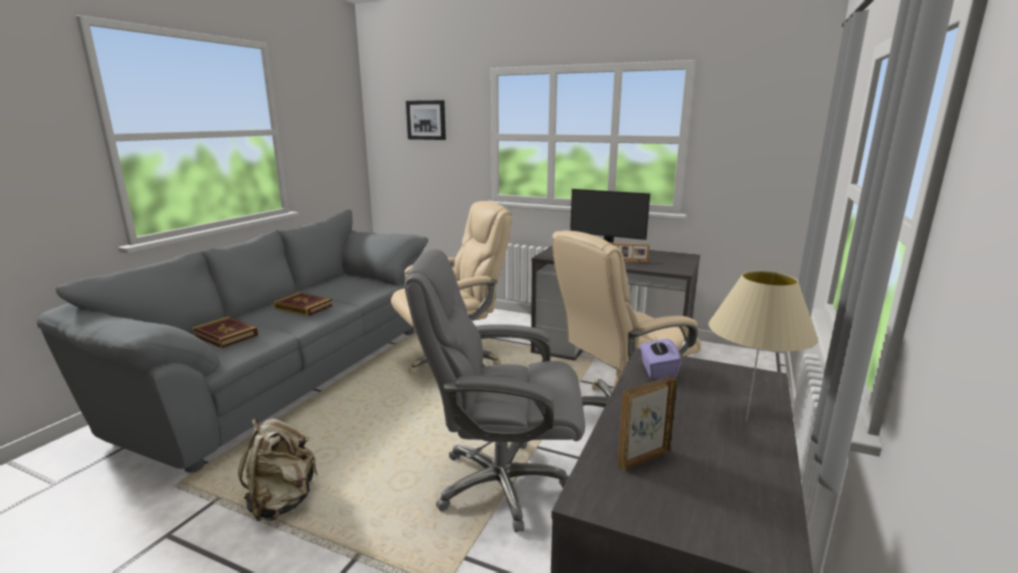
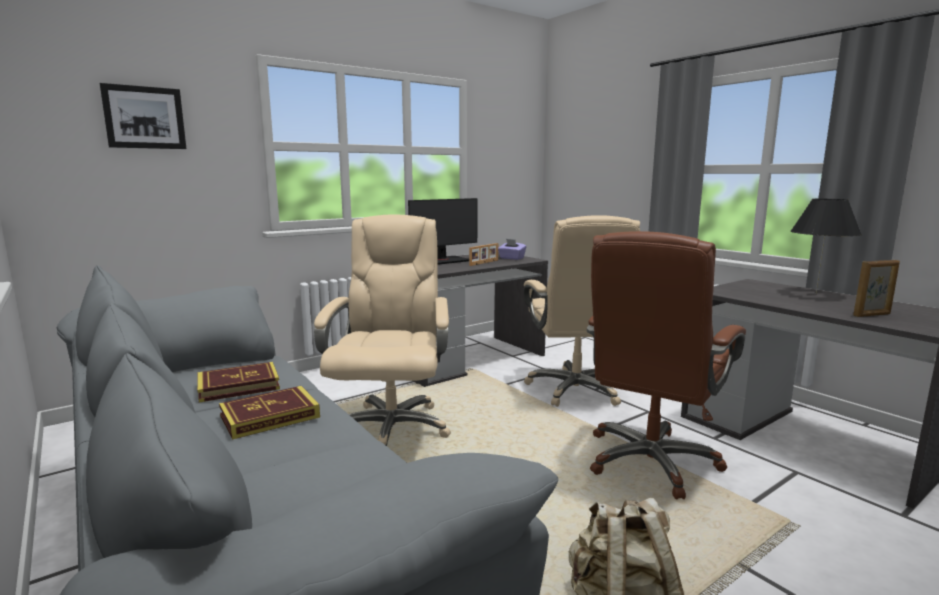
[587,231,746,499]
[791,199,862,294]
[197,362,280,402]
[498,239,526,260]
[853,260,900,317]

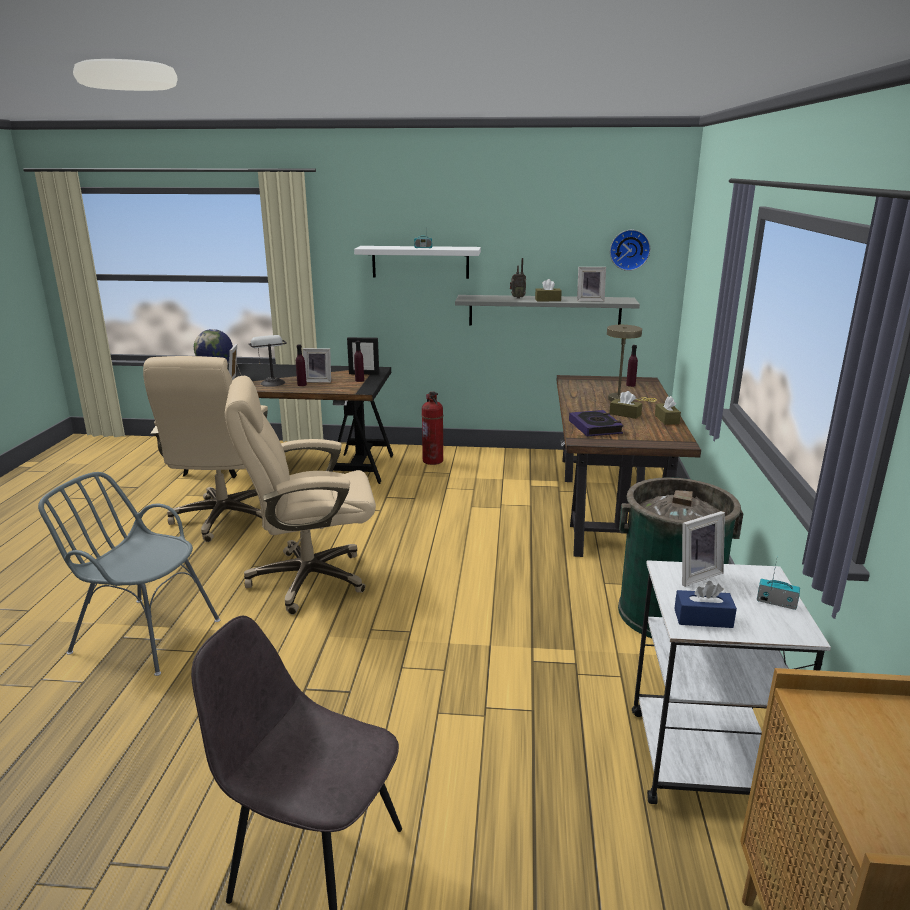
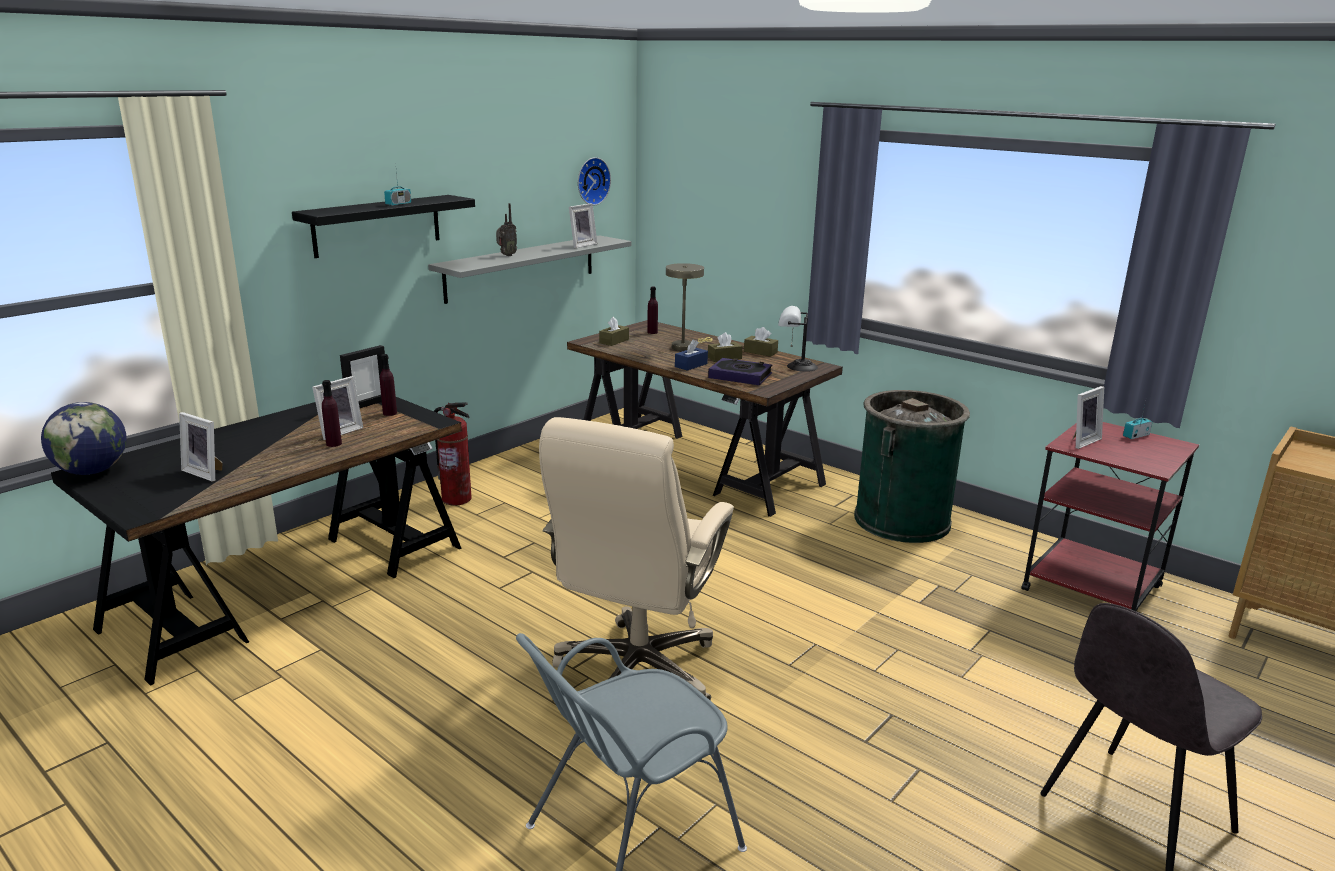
[292,195,475,258]
[599,317,629,346]
[778,306,818,372]
[143,356,268,542] (first image)
[1072,386,1104,449]
[1021,422,1199,611]
[675,340,708,371]

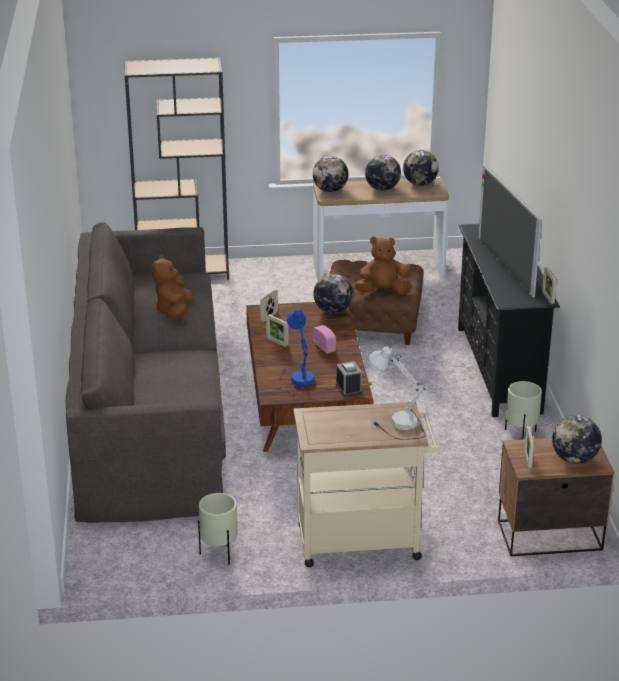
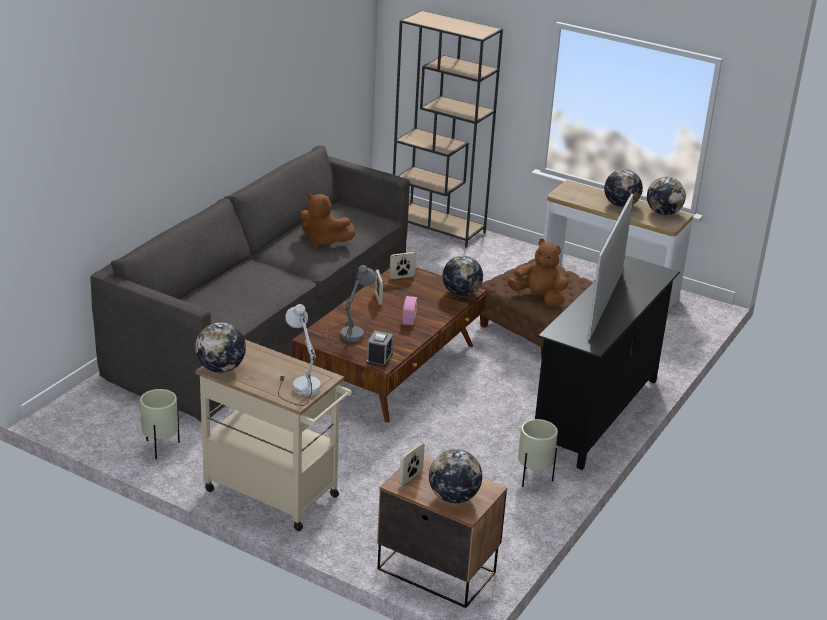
[195,322,246,373]
[300,193,355,248]
[542,267,557,304] (first image)
[325,265,376,344]

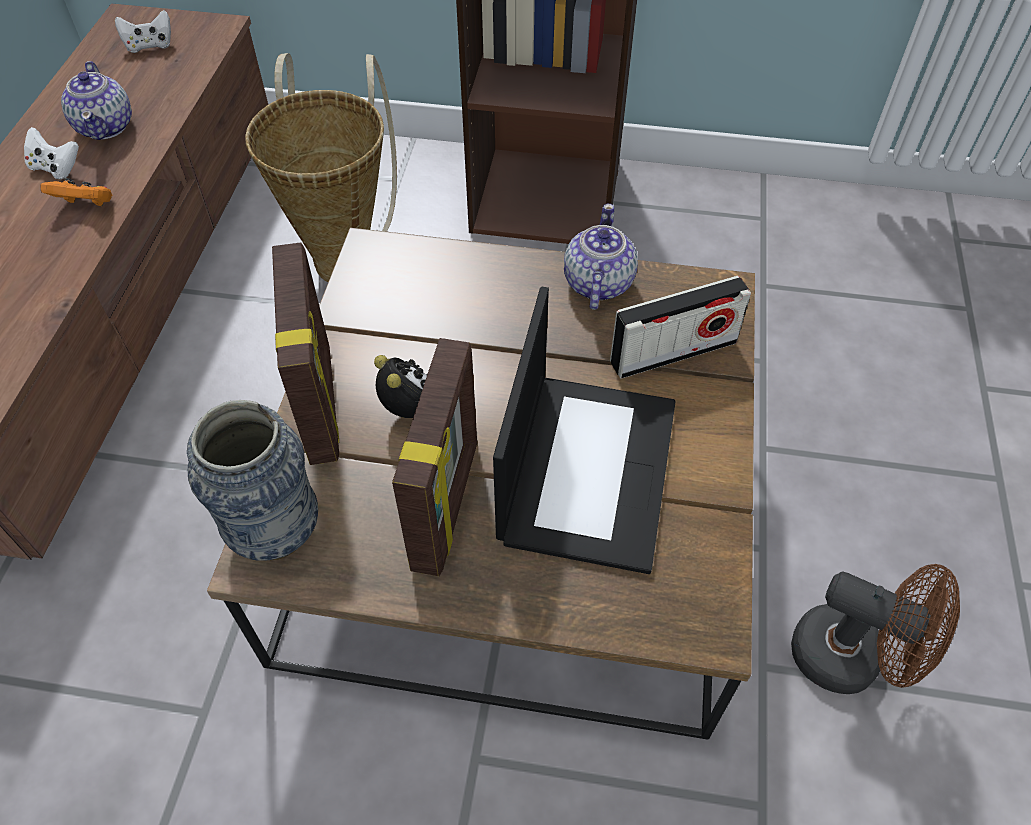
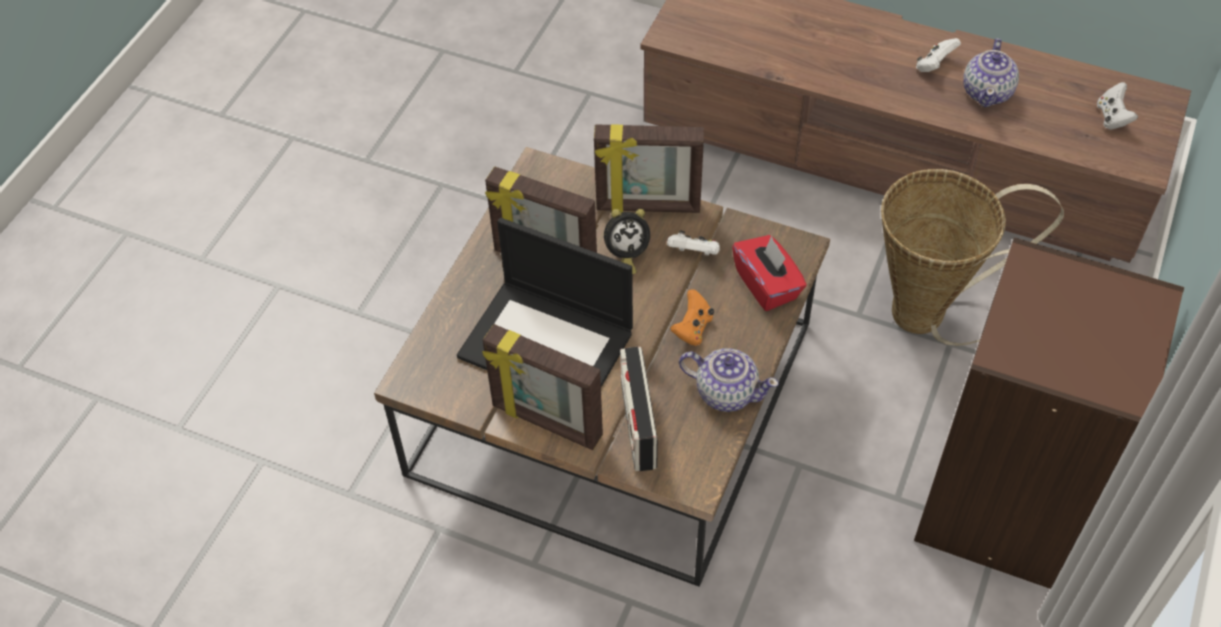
[963,38,1019,107]
[670,289,714,346]
[187,400,318,560] (first image)
[791,564,960,694] (first image)
[667,230,720,256]
[732,235,807,311]
[482,324,603,450]

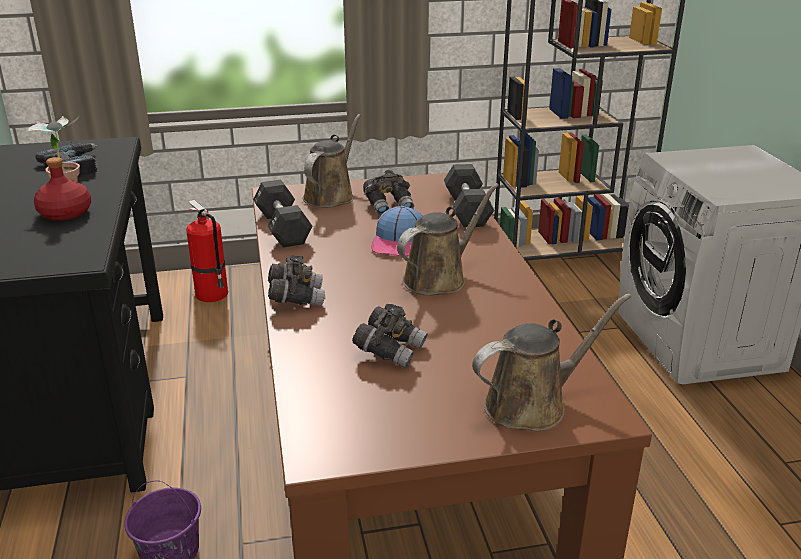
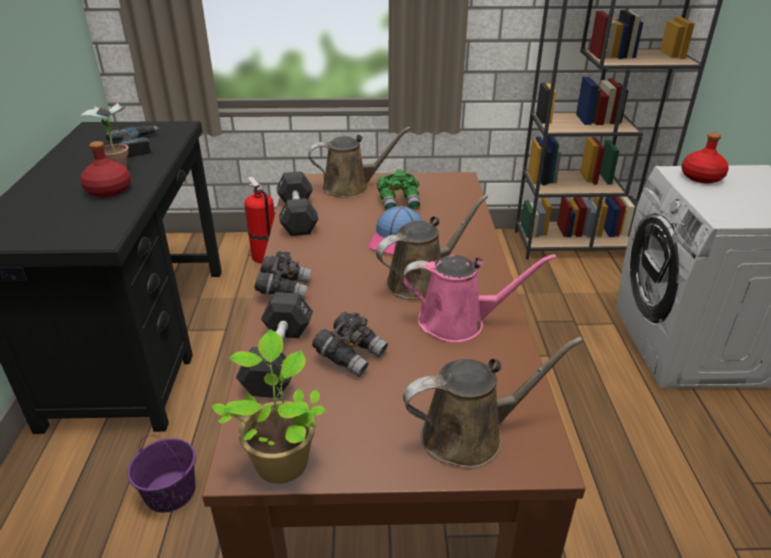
[308,127,411,198]
[236,292,313,398]
[377,169,420,210]
[681,133,729,183]
[403,254,556,343]
[212,329,326,484]

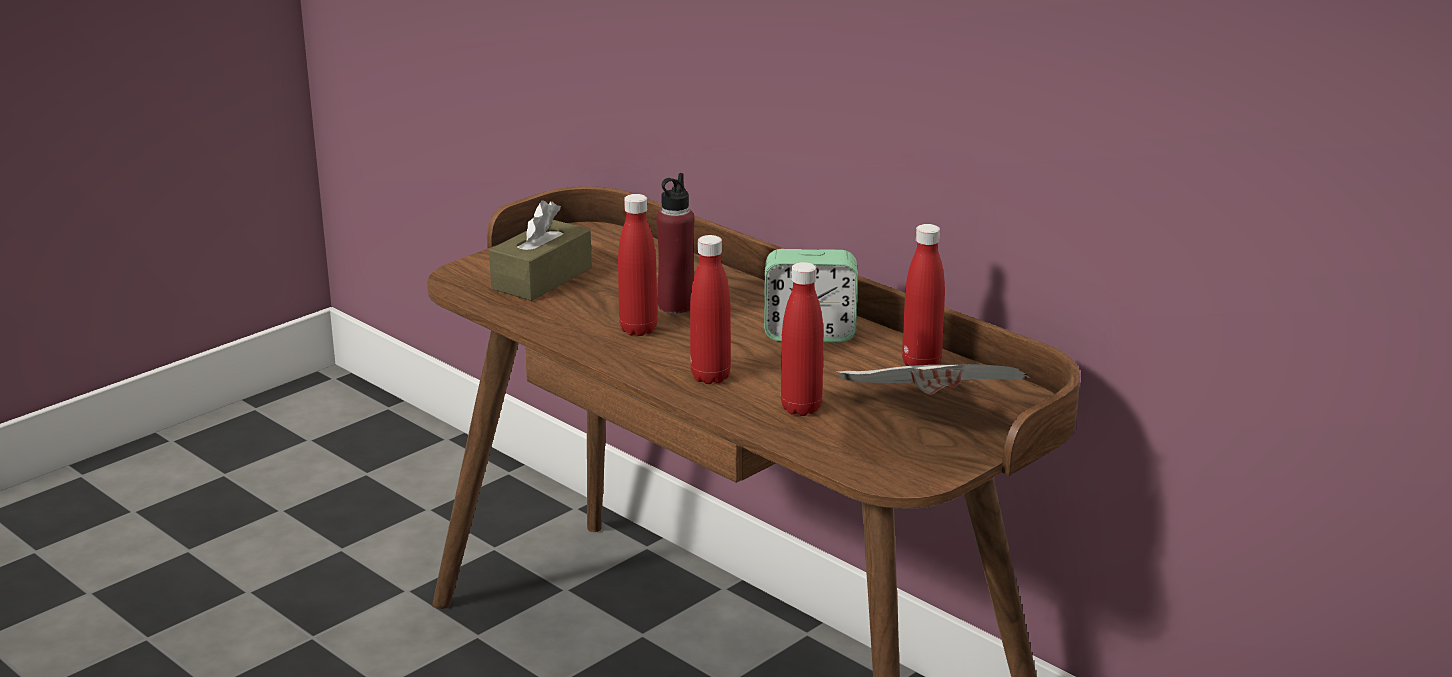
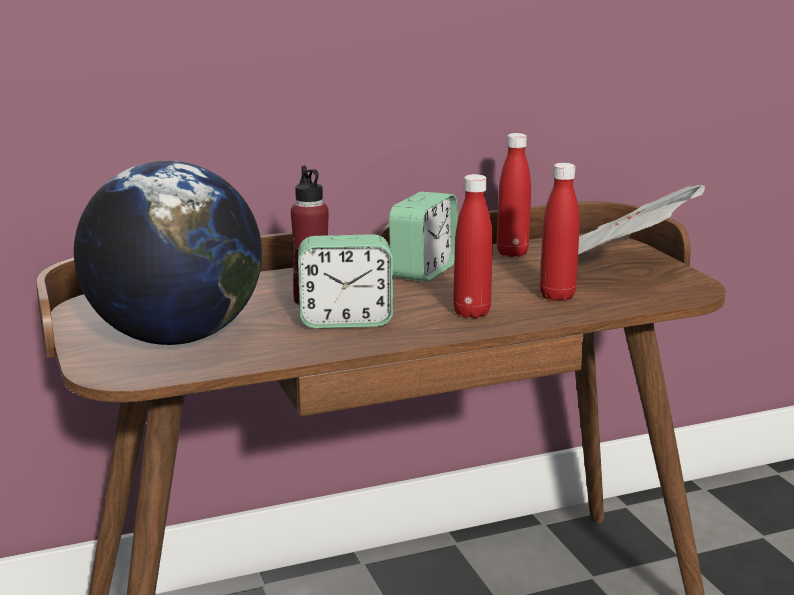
[298,234,393,329]
[74,161,262,345]

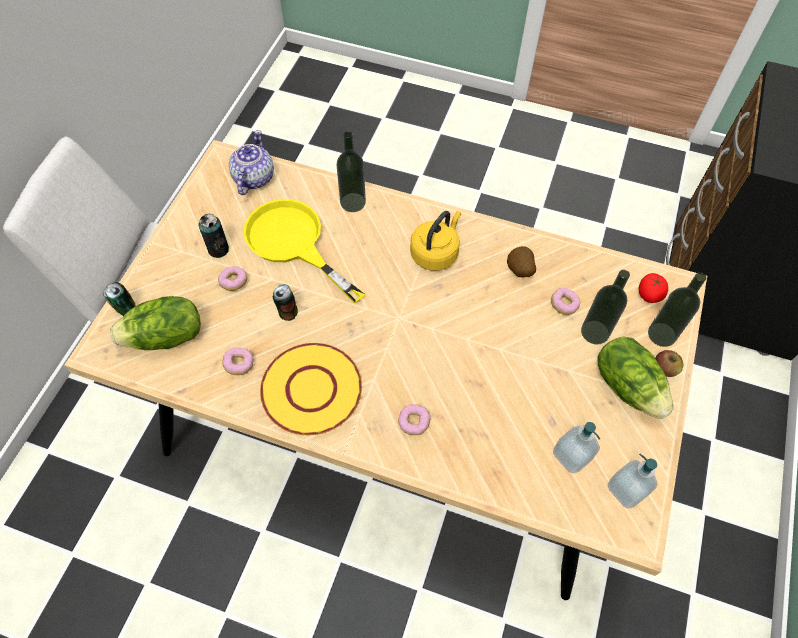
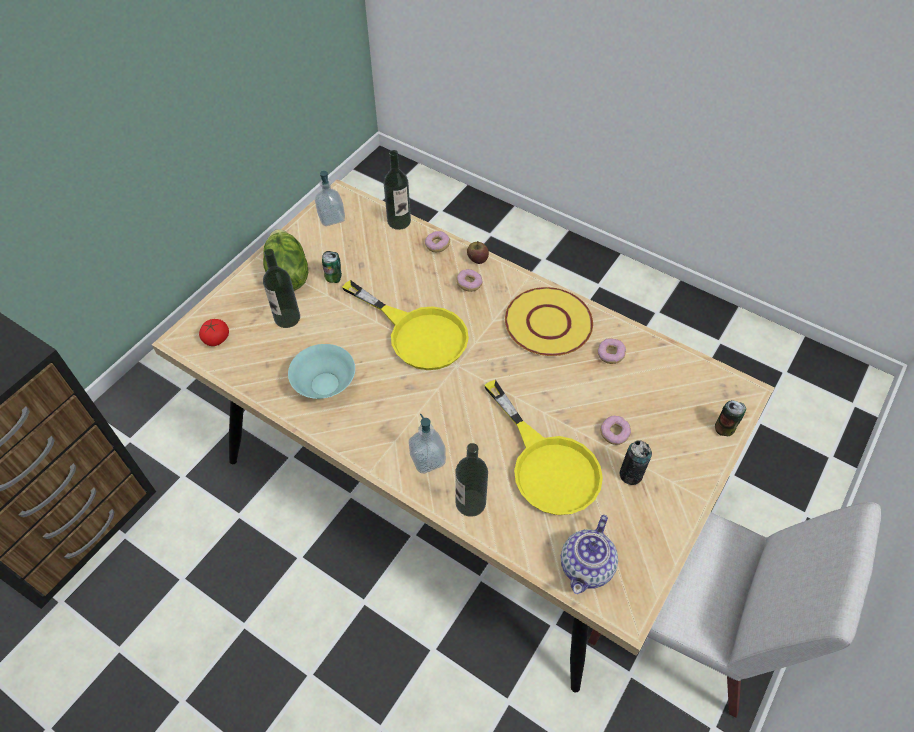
[410,211,461,271] (first image)
[288,344,355,399]
[384,150,411,230]
[322,251,342,283]
[425,231,450,253]
[109,296,201,350] (first image)
[467,241,489,264]
[409,414,446,473]
[342,280,469,370]

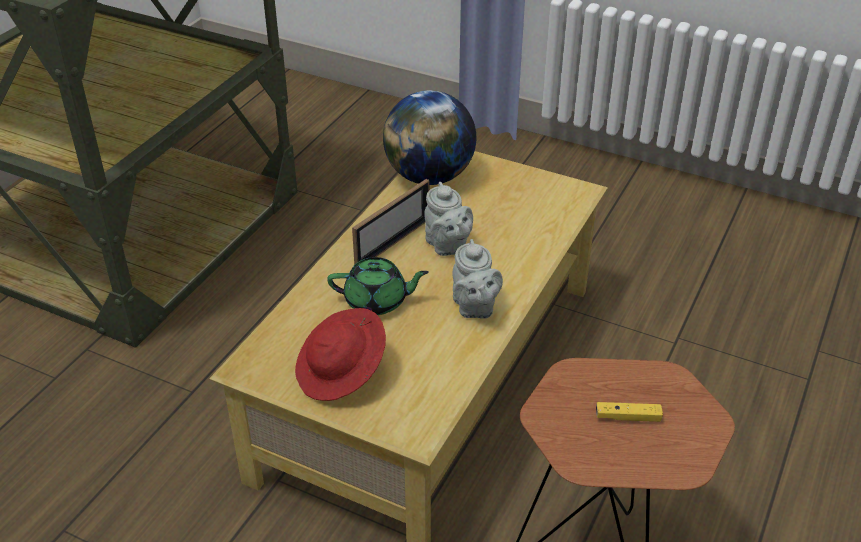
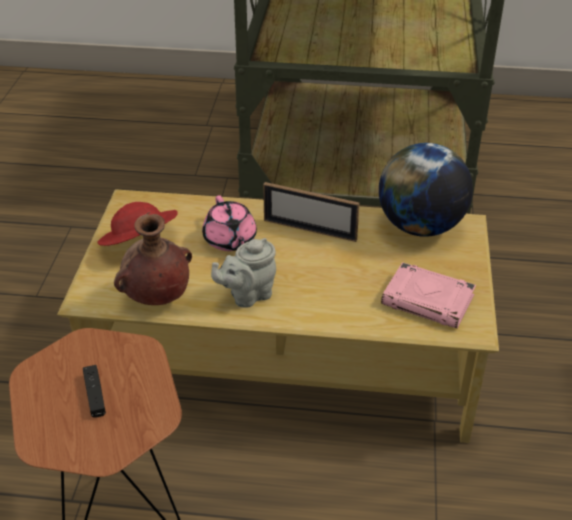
[424,182,473,256] (first image)
[202,195,257,251]
[83,365,106,418]
[114,214,192,305]
[381,262,476,329]

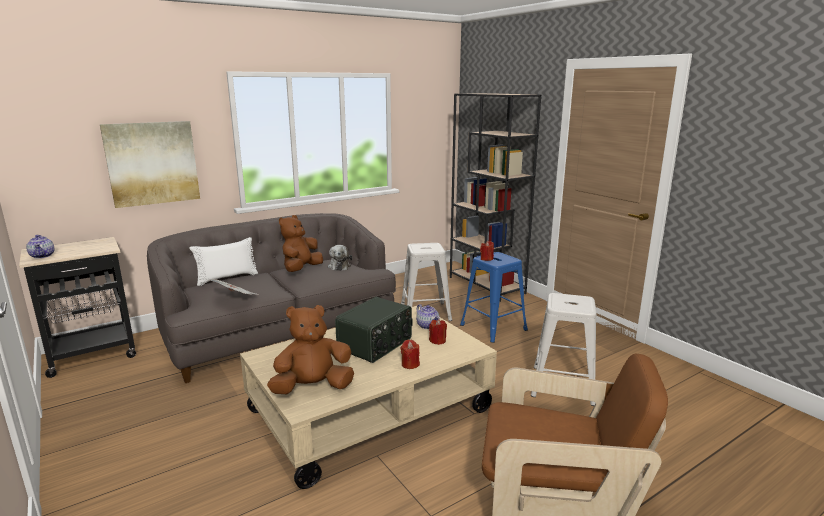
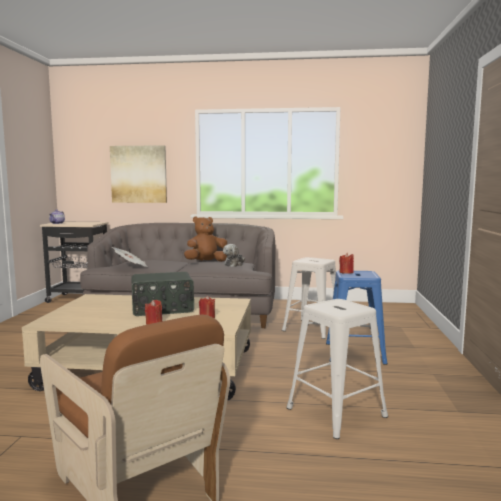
[450,93,541,302] (first image)
[189,237,258,286] (first image)
[416,304,440,329] (first image)
[267,305,354,394] (first image)

